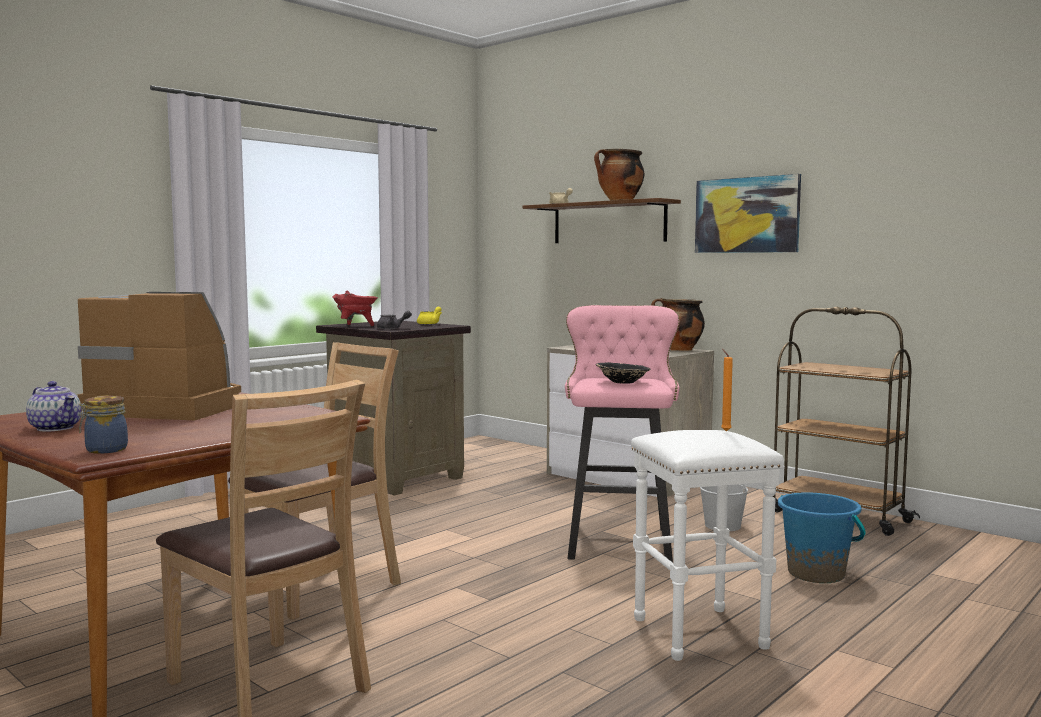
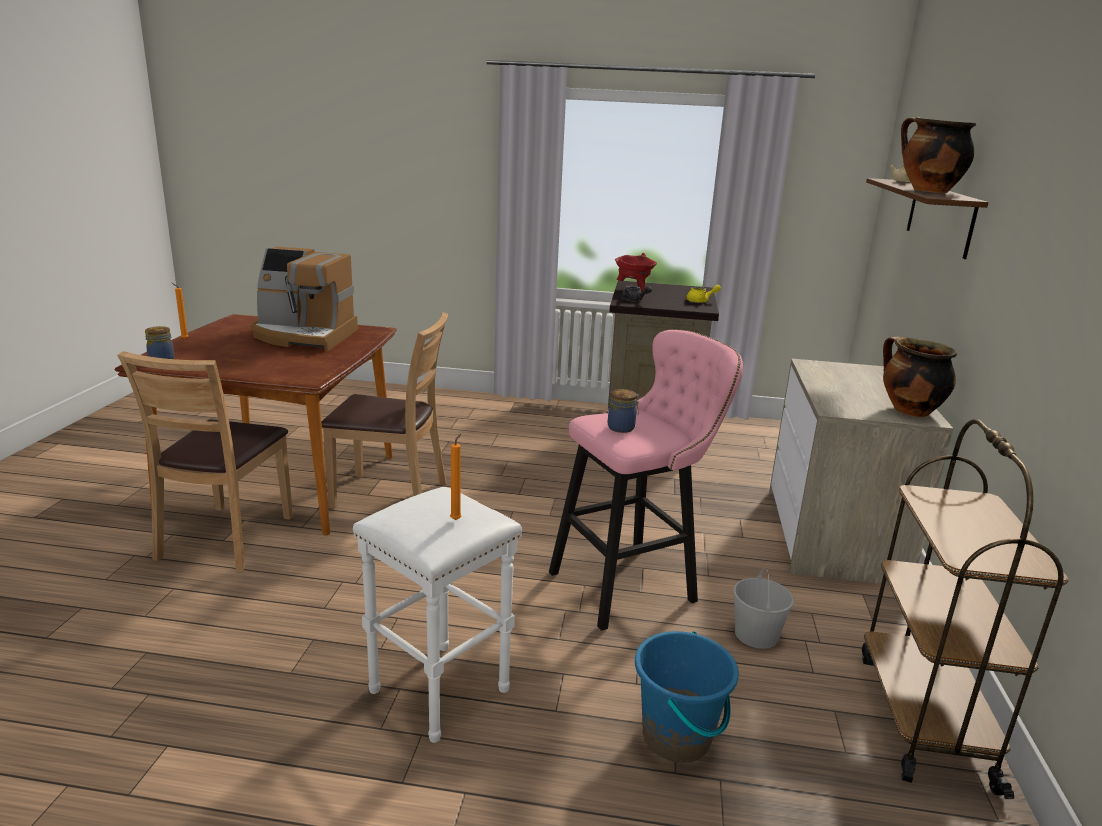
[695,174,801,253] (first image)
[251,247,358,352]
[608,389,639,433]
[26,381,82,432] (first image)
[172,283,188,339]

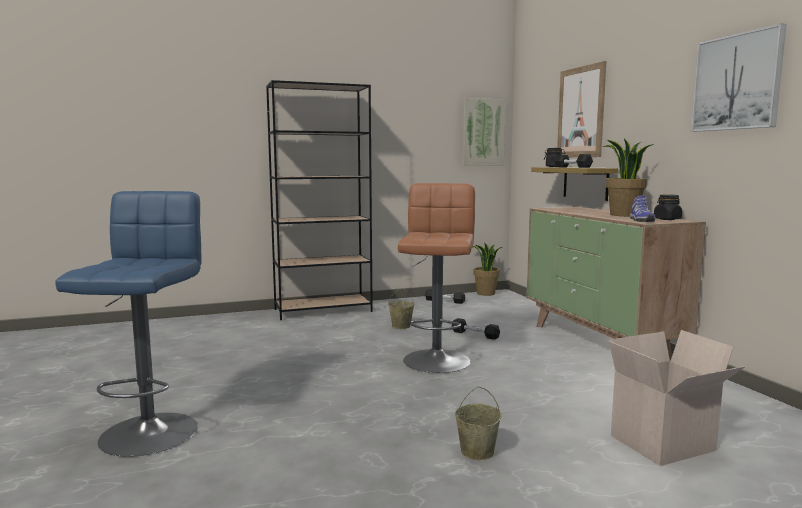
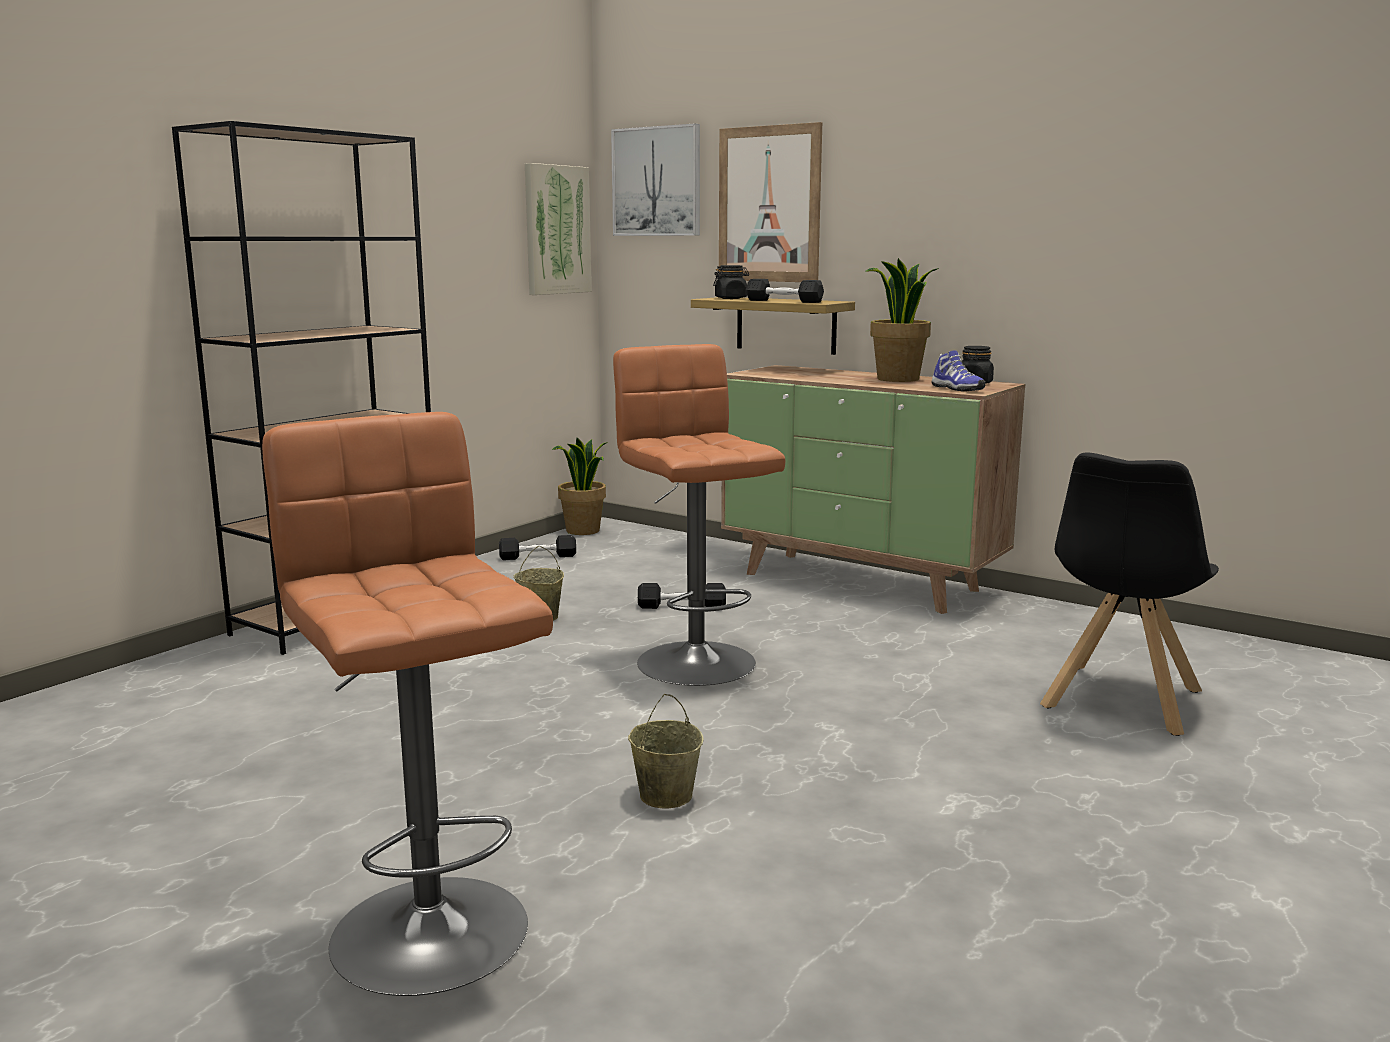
[611,123,700,236]
[262,412,553,996]
[1040,453,1219,736]
[628,694,704,809]

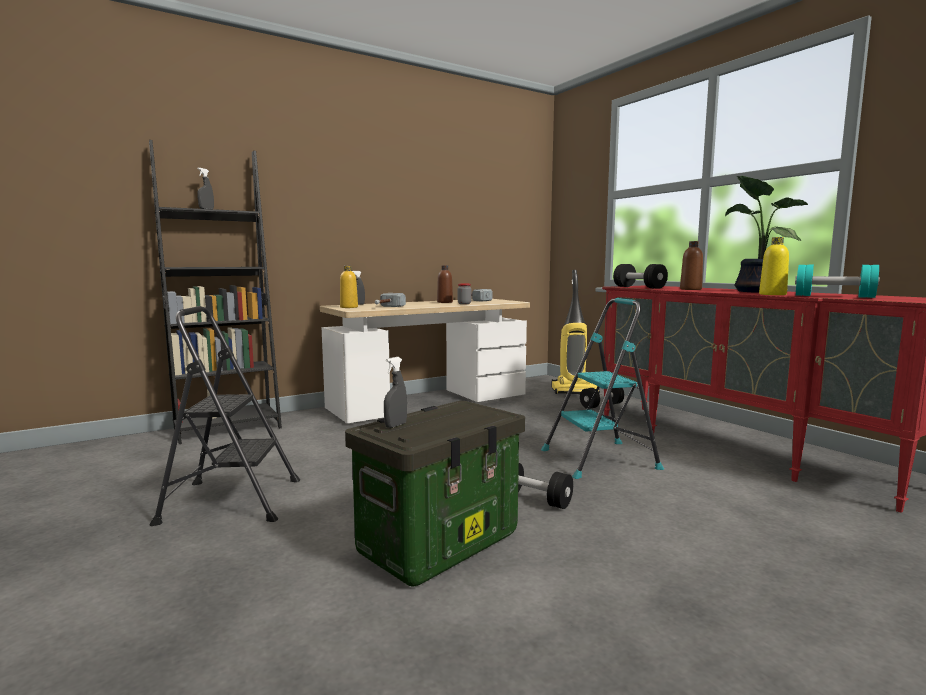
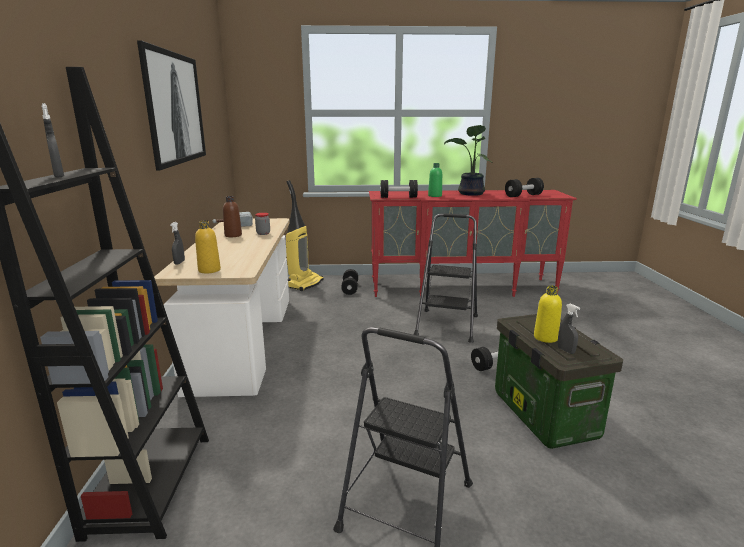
[534,285,562,343]
[428,163,442,197]
[505,178,544,197]
[375,293,406,307] (first image)
[413,213,478,343]
[137,40,206,170]

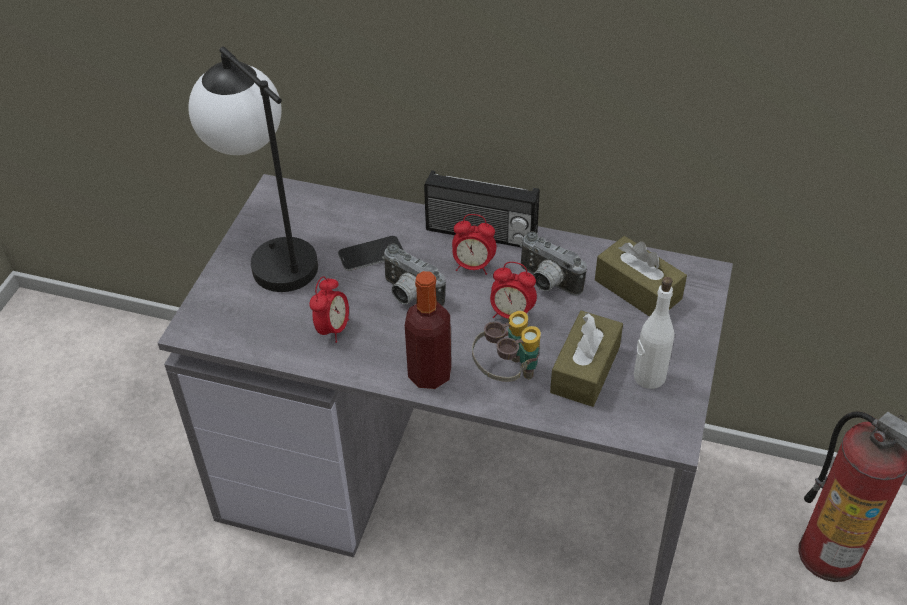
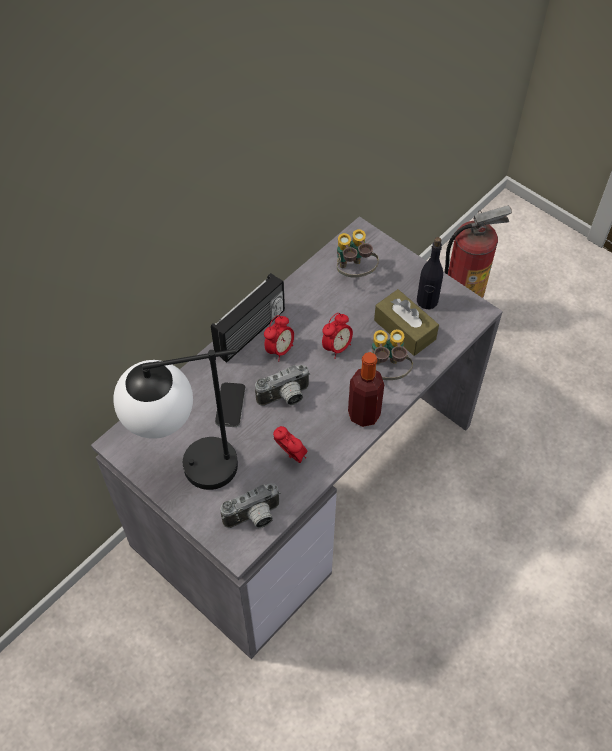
[220,483,280,528]
[337,229,379,278]
[417,237,443,309]

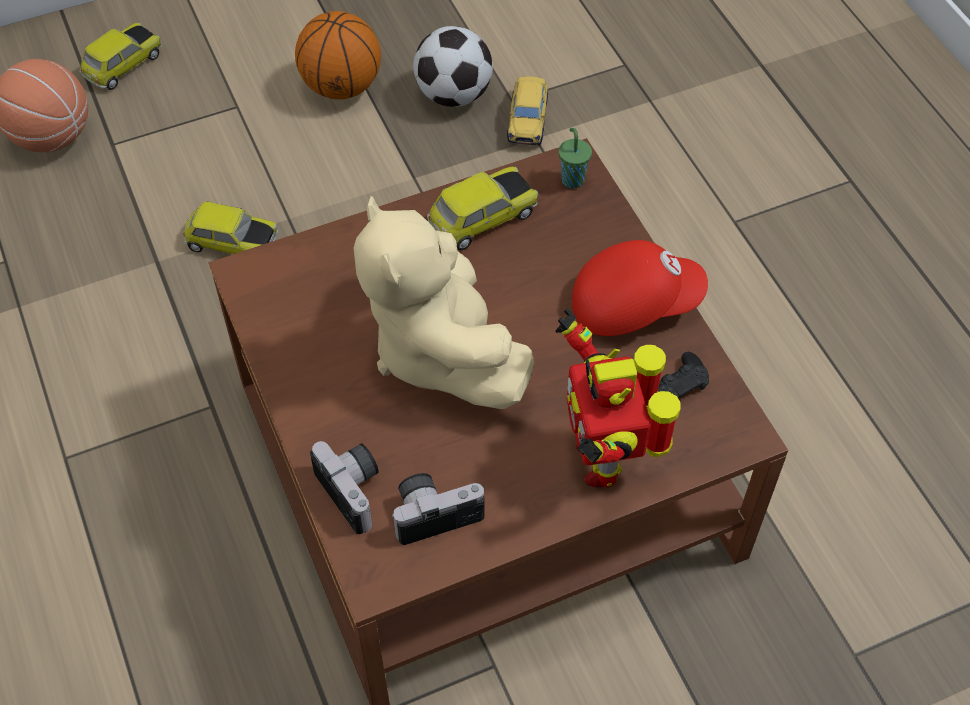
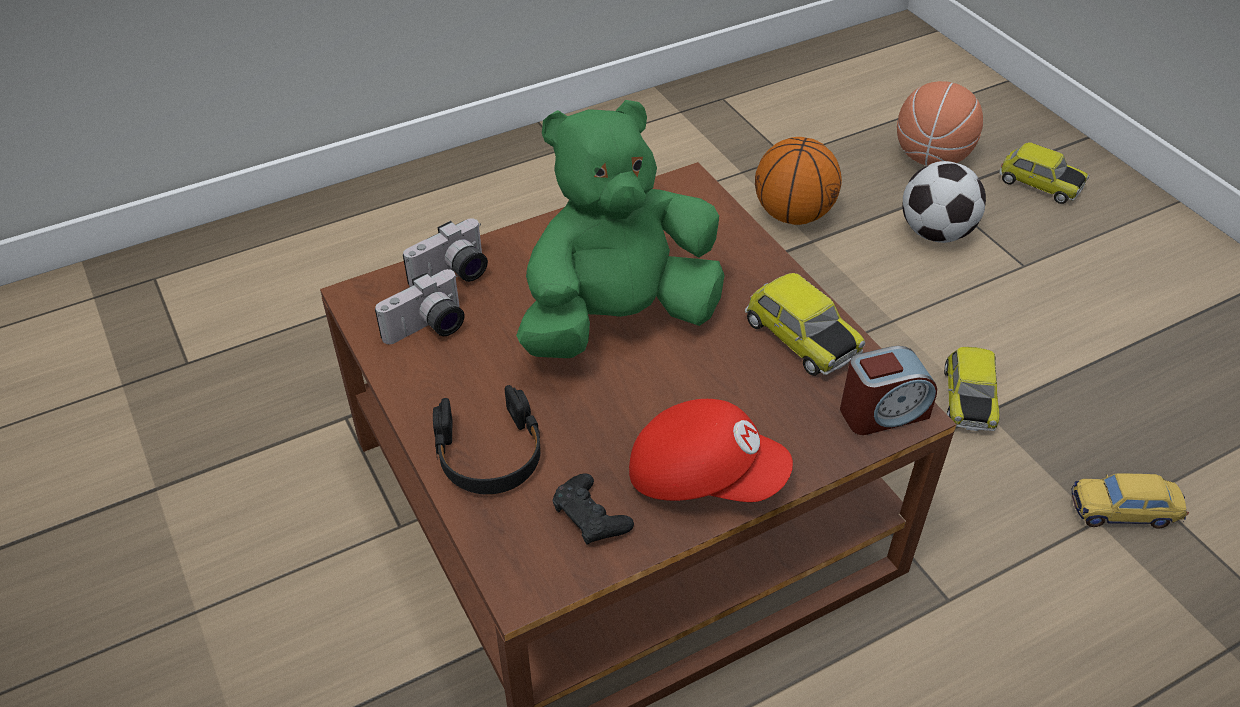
[755,137,842,225]
[902,161,986,243]
[840,346,937,435]
[516,100,724,358]
[944,347,999,431]
[629,399,793,502]
[433,385,540,494]
[375,269,465,344]

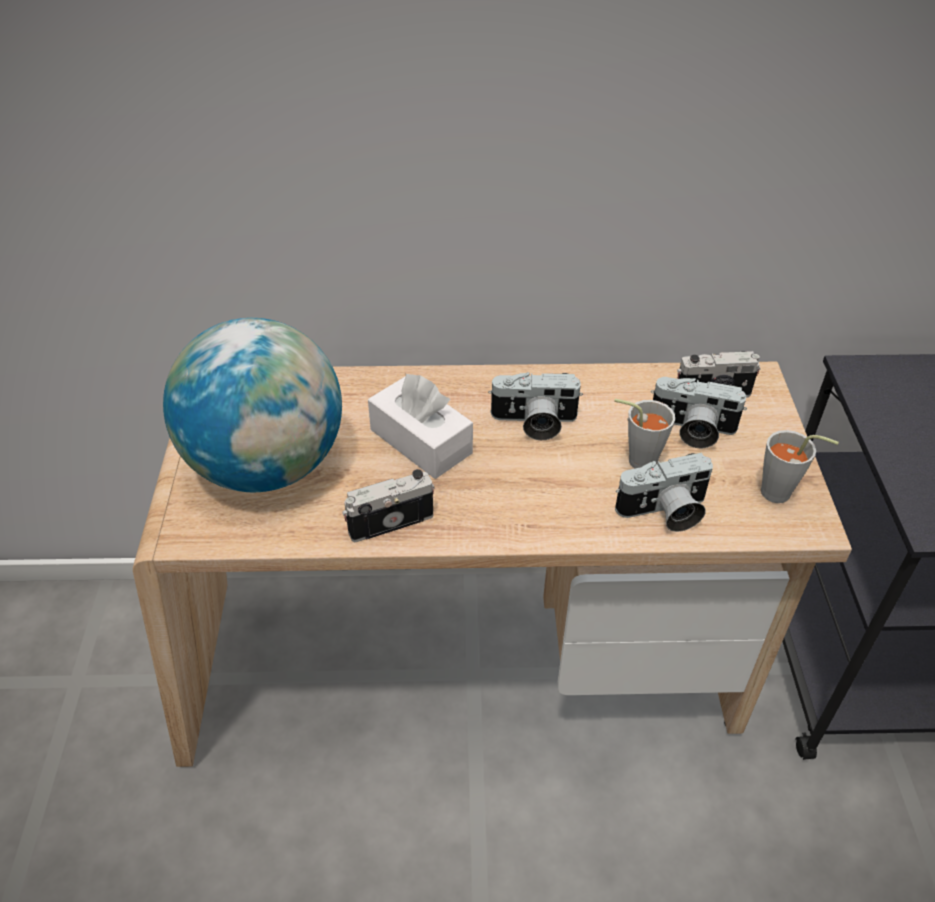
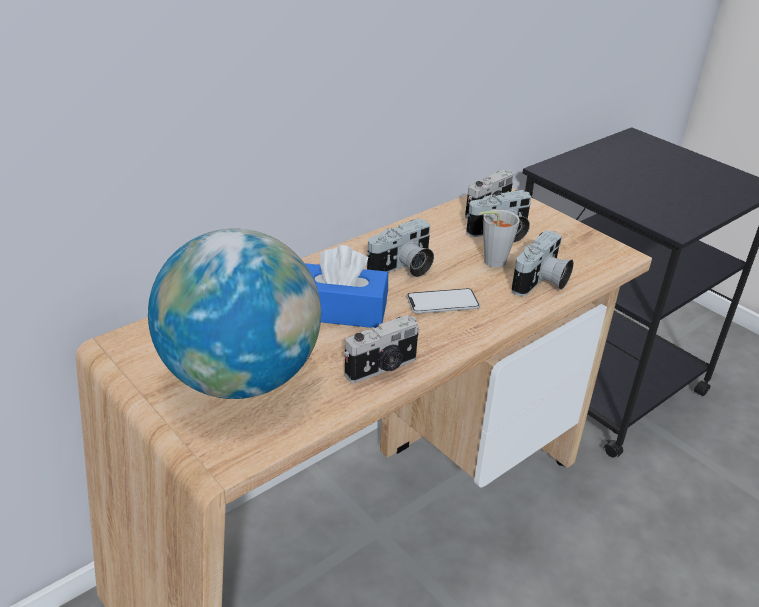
[305,245,388,328]
[761,430,839,503] (first image)
[344,315,419,383]
[407,288,480,314]

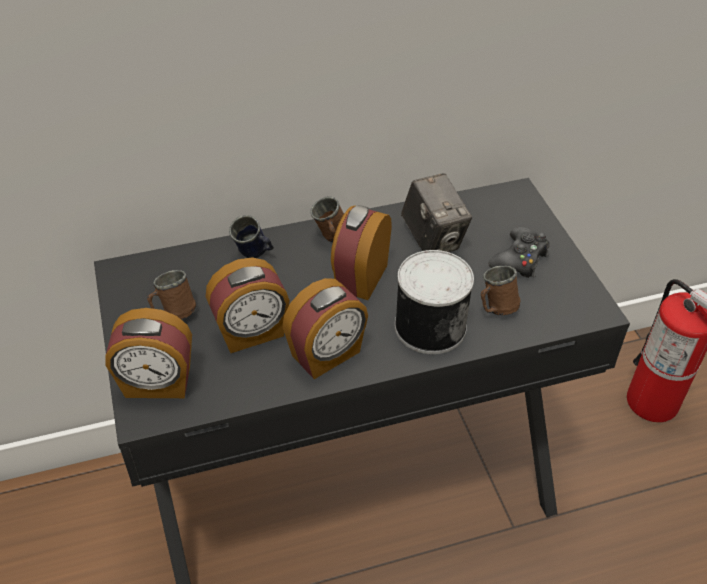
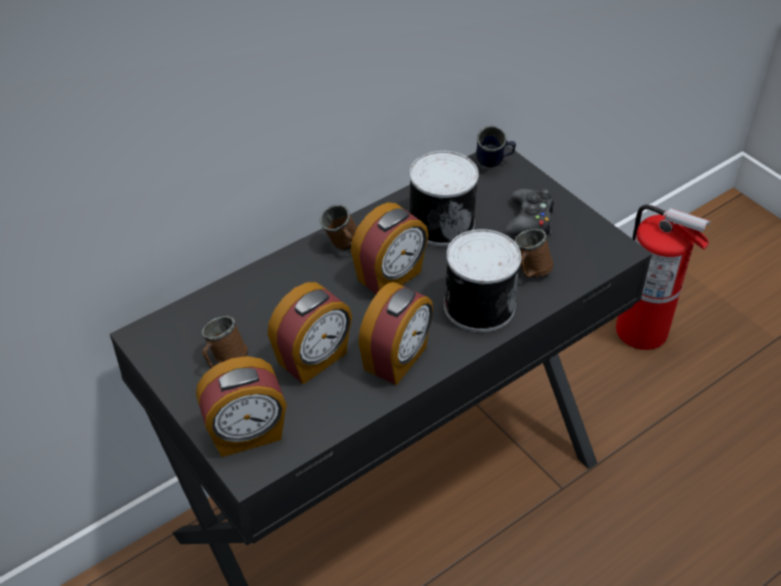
[409,151,479,246]
[351,203,429,294]
[476,126,516,168]

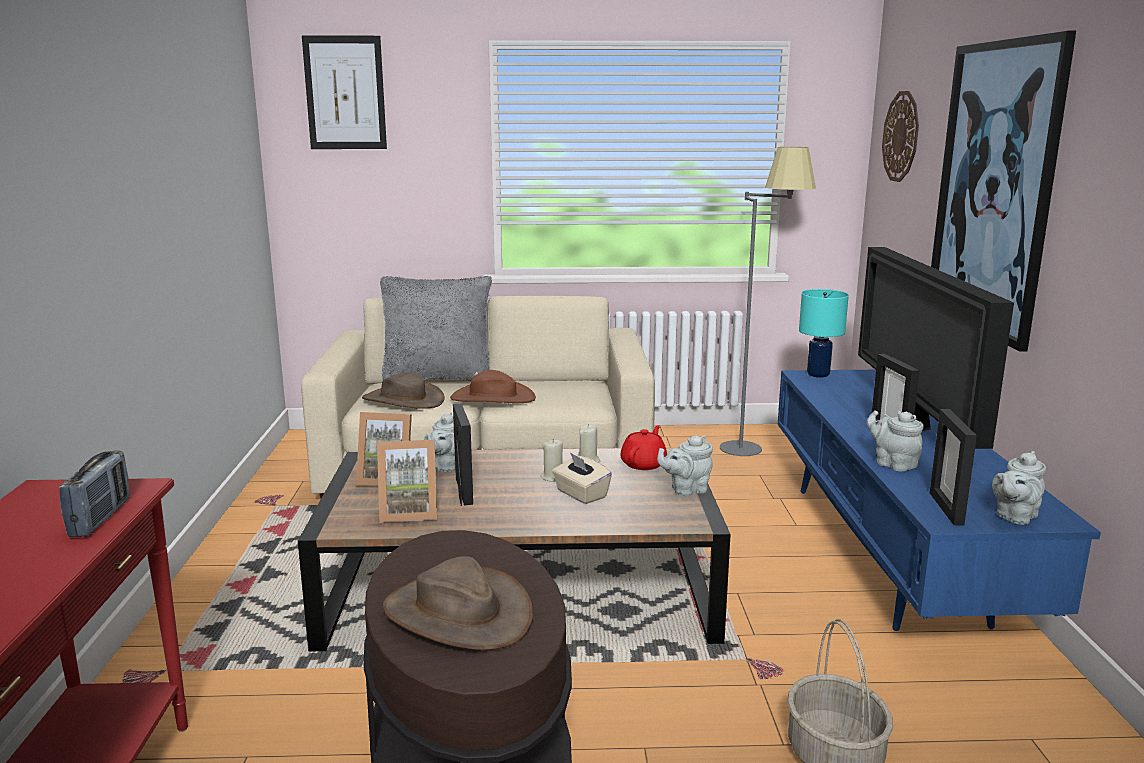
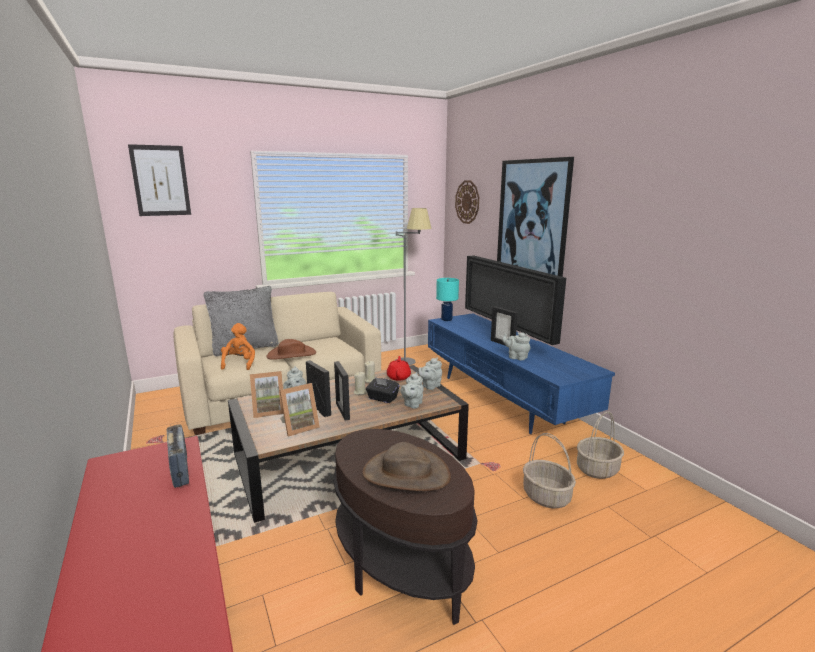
[221,323,255,370]
[334,361,350,420]
[401,372,424,408]
[366,377,400,403]
[577,411,624,479]

